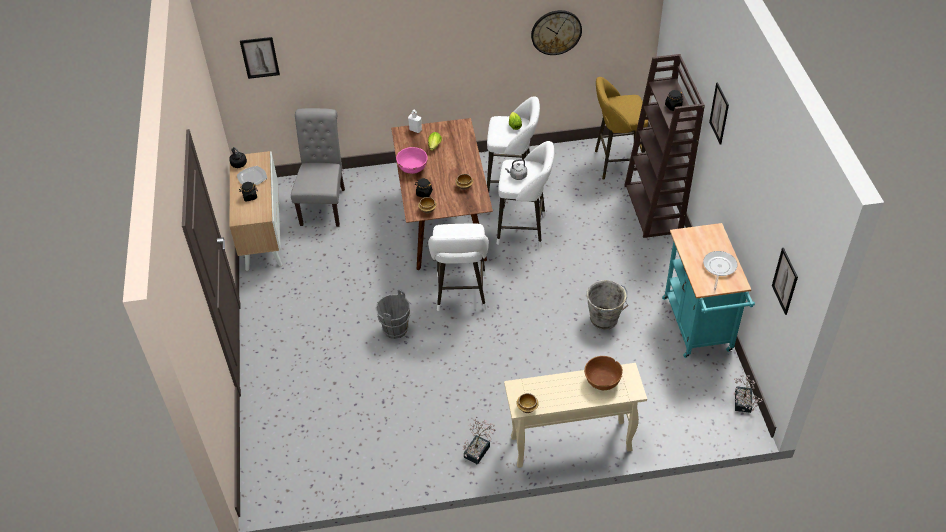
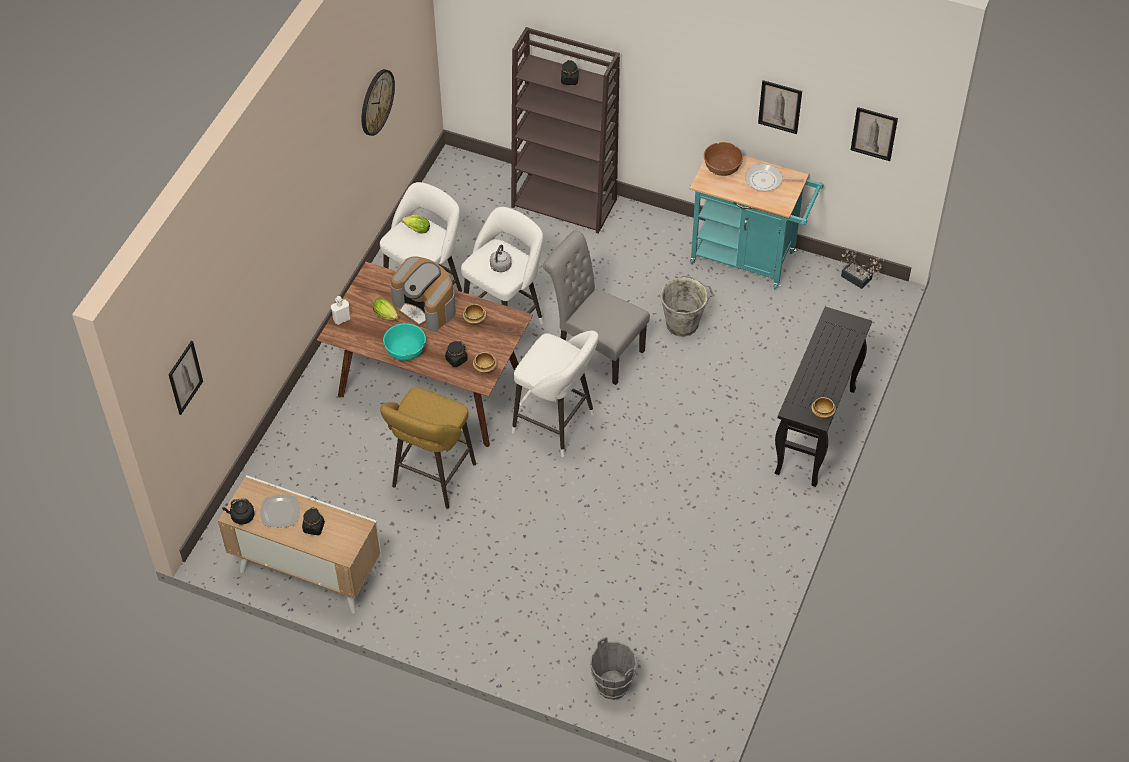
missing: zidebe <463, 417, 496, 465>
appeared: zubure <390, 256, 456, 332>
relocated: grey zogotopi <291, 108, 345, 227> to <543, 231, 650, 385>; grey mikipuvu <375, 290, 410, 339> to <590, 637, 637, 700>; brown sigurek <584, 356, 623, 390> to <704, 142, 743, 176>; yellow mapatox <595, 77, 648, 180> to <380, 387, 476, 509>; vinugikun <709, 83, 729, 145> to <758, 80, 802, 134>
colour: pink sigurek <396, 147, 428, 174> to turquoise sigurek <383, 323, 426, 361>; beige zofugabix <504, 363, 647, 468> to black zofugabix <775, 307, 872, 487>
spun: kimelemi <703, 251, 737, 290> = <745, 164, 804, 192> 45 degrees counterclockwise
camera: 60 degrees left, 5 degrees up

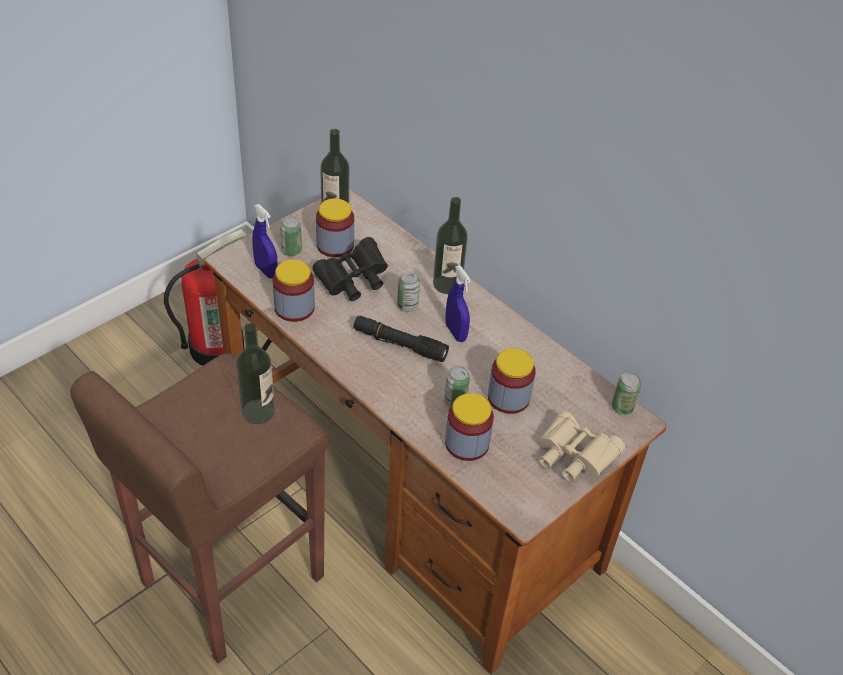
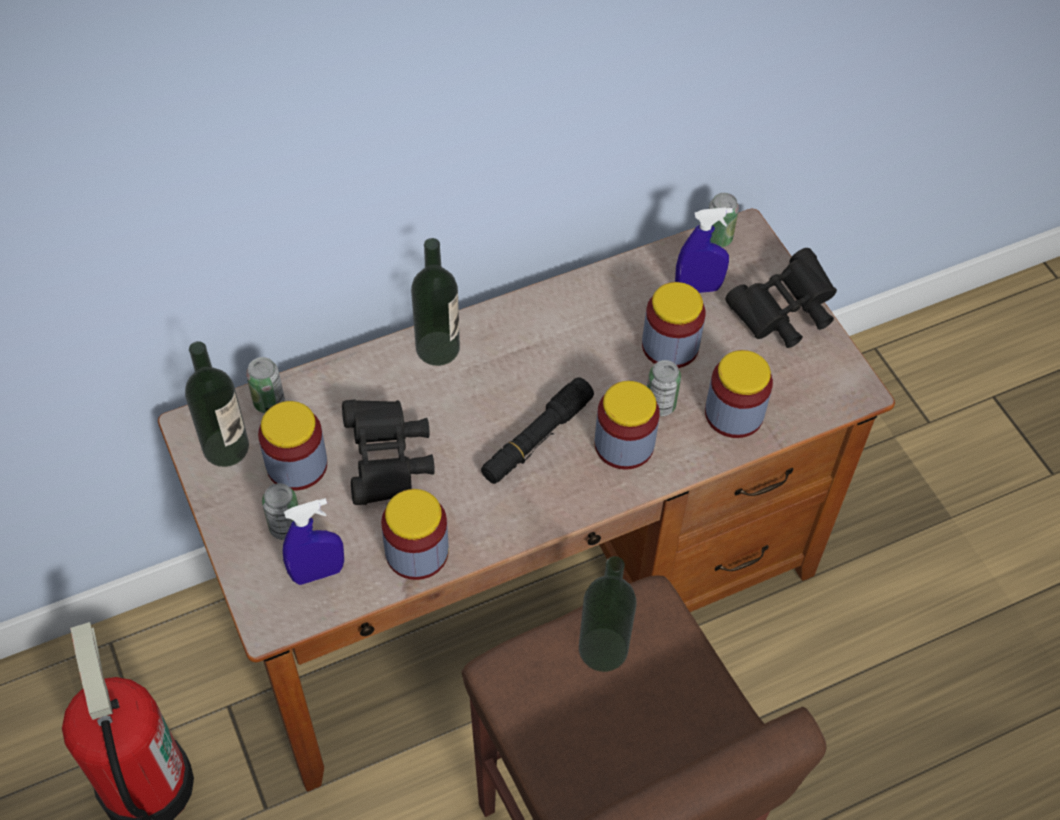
appeared: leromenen <594, 381, 660, 470>
relocated: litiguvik <397, 271, 420, 312> to <246, 357, 285, 413>; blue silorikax <445, 265, 471, 342> to <675, 207, 733, 293>
colour: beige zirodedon <538, 411, 625, 482> to black zirodedon <726, 248, 837, 348>
camera: 70 degrees left, 10 degrees up

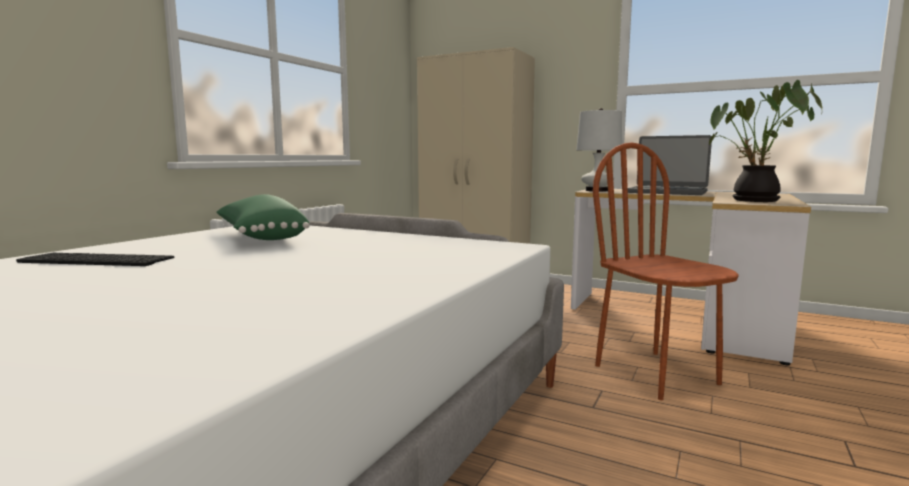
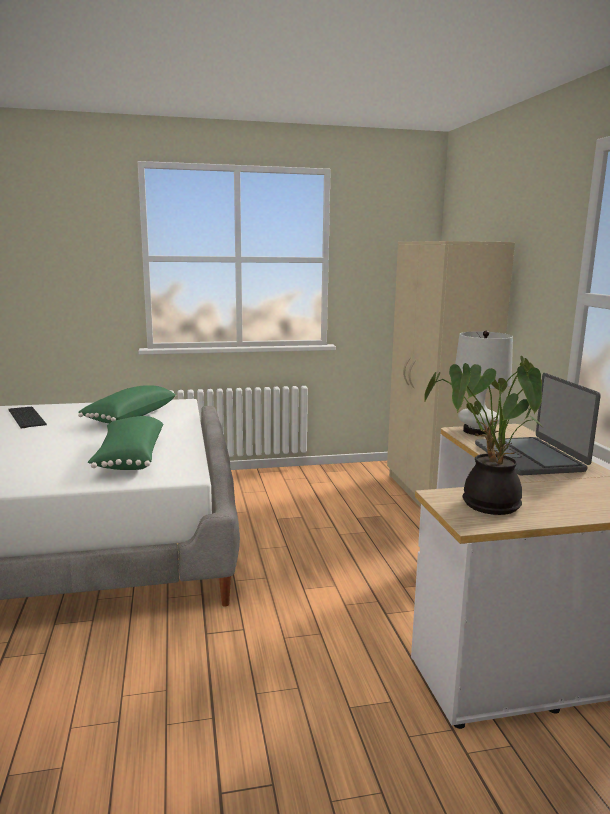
missing: brown zogotopi <593, 142, 739, 400>
appeared: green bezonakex <88, 416, 163, 470>
camera: 50 degrees right, 5 degrees up

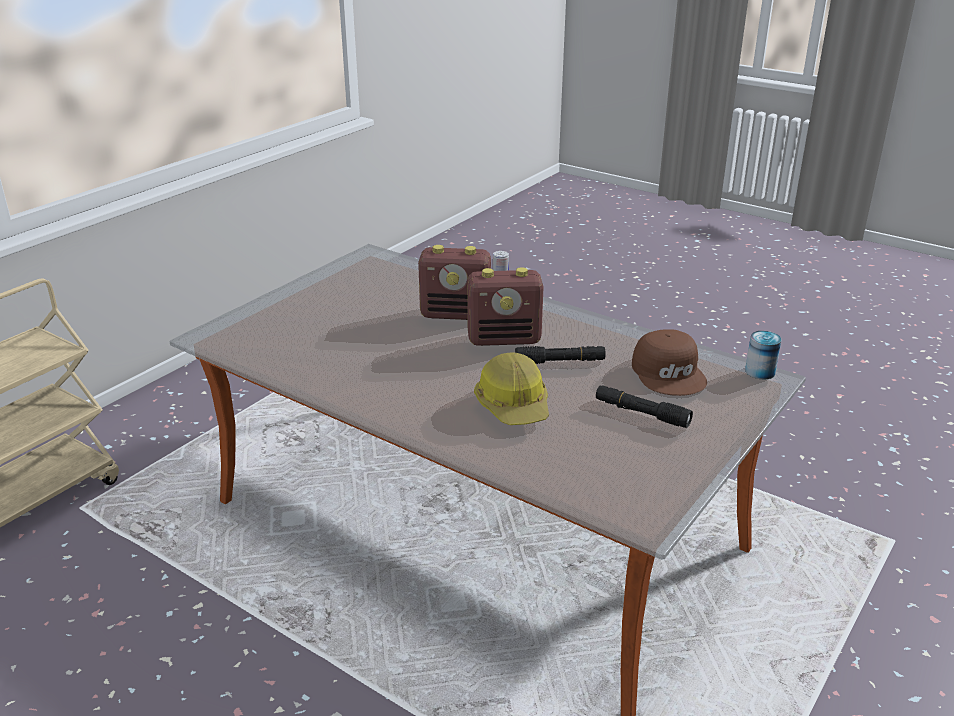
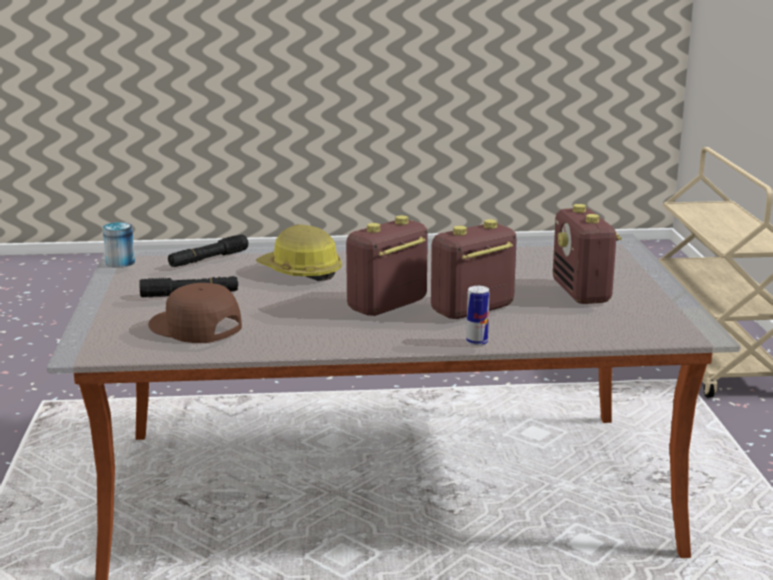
appeared: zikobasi <553, 204, 622, 304>
relocated: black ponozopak <515, 346, 606, 364> to <168, 234, 248, 267>; litiguvik <745, 331, 782, 379> to <103, 222, 135, 267>
camera: 140 degrees right, 10 degrees down

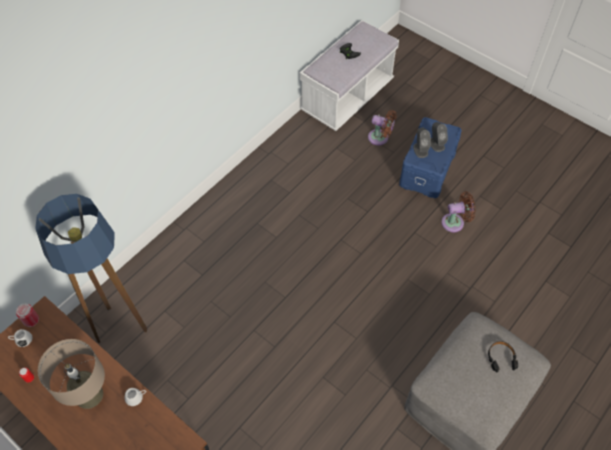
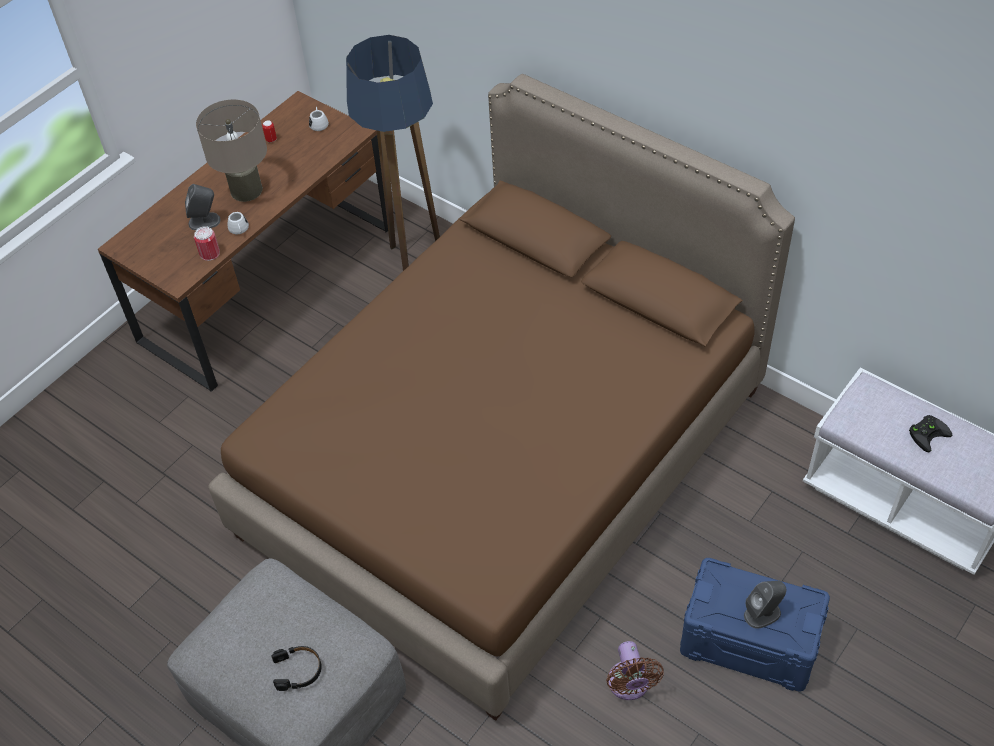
missing: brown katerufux <368, 110, 397, 145>
appeared: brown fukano <208, 74, 795, 721>
relocated: litiguvik <16, 304, 39, 327> to <194, 226, 220, 261>; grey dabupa <413, 128, 431, 158> to <185, 184, 220, 230>
camera: 90 degrees right, 5 degrees down

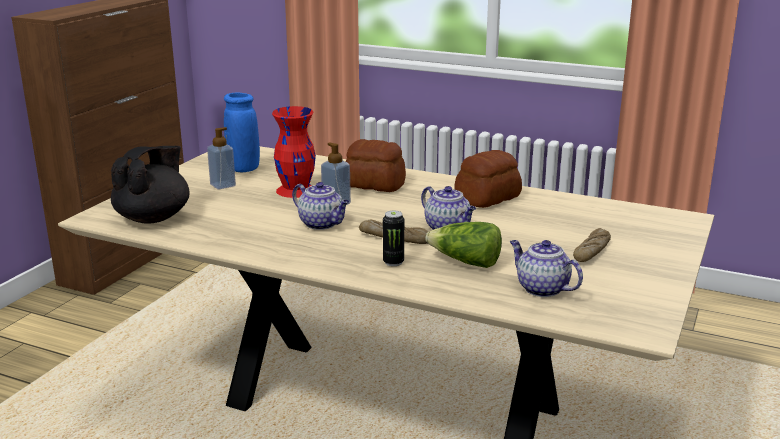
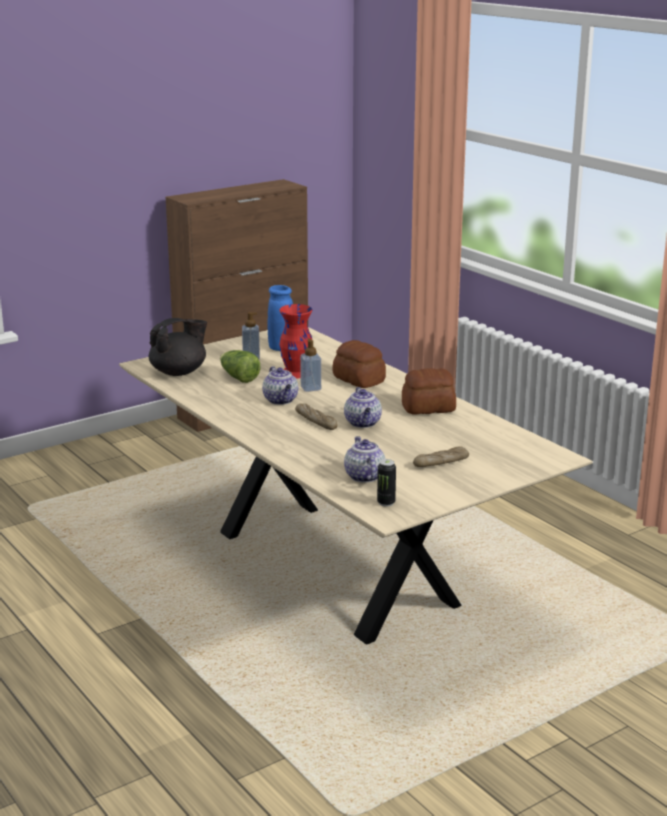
relocated: litiguvik <383, 211, 404, 266> to <377, 459, 396, 507>; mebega <426, 222, 502, 268> to <220, 350, 260, 383>
camera: 30 degrees right, 0 degrees up

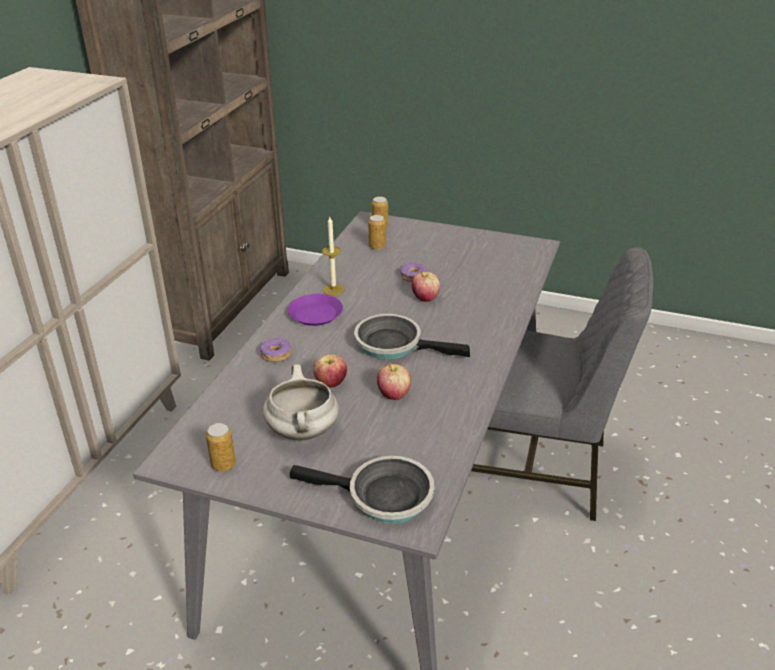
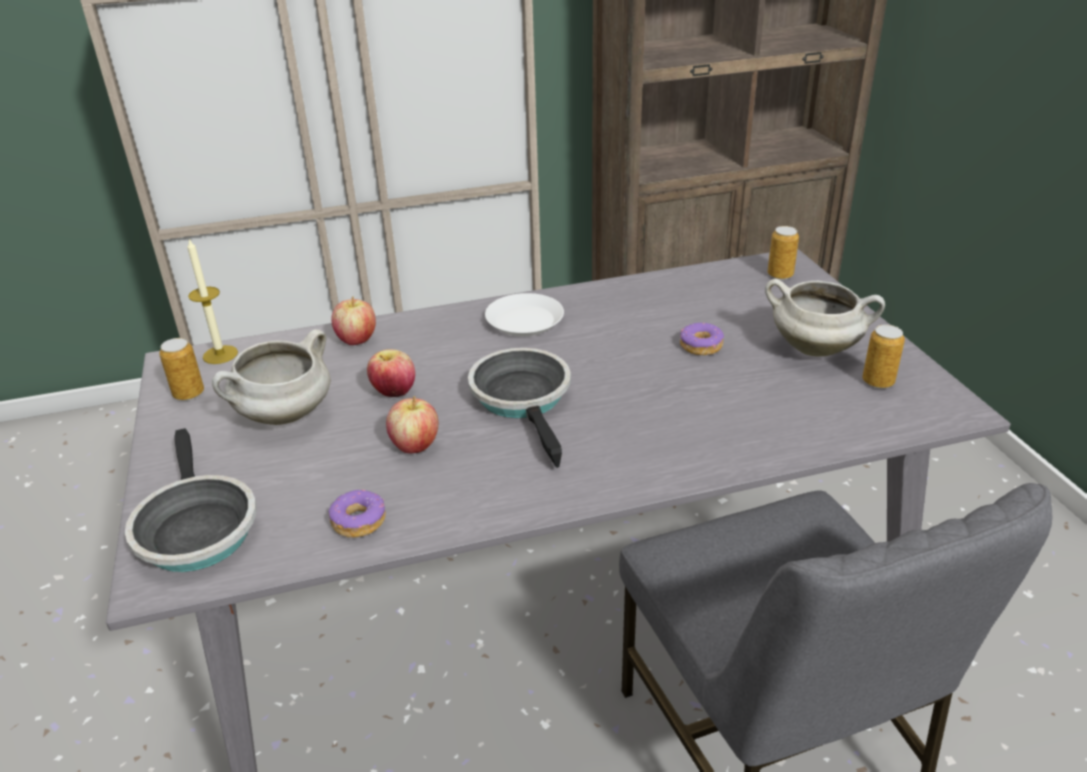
appeared: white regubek <765, 279, 885, 356>
relocated: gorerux <259, 337, 291, 362> to <328, 490, 386, 538>; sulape <322, 217, 344, 296> to <187, 239, 238, 364>; litiguvik <368, 215, 386, 250> to <862, 325, 905, 389>; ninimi <412, 271, 440, 302> to <331, 296, 376, 345>
colour: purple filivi <288, 294, 343, 326> to white filivi <485, 293, 564, 336>
camera: 55 degrees right, 0 degrees up

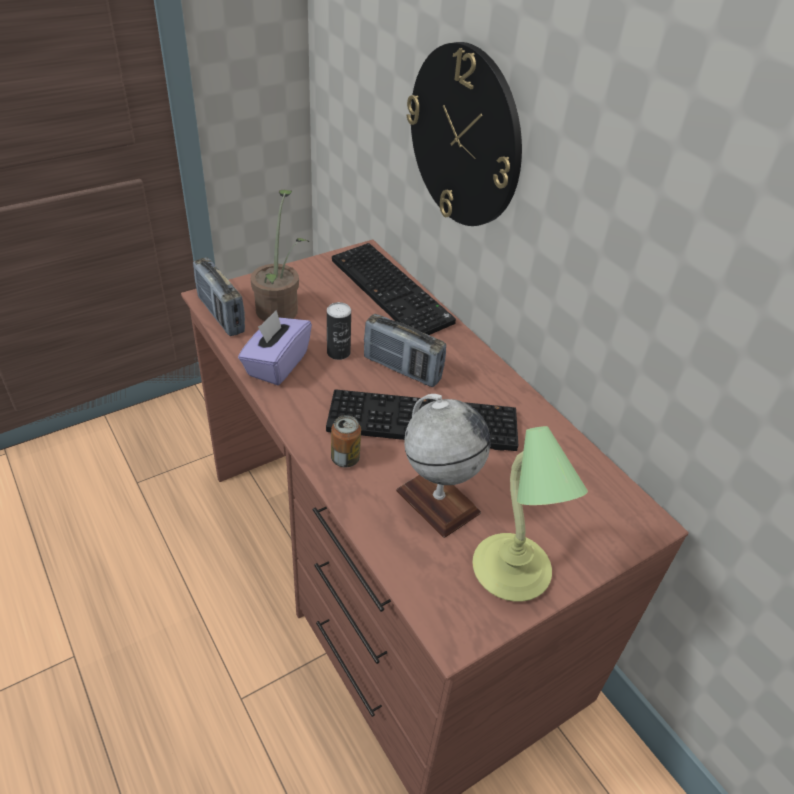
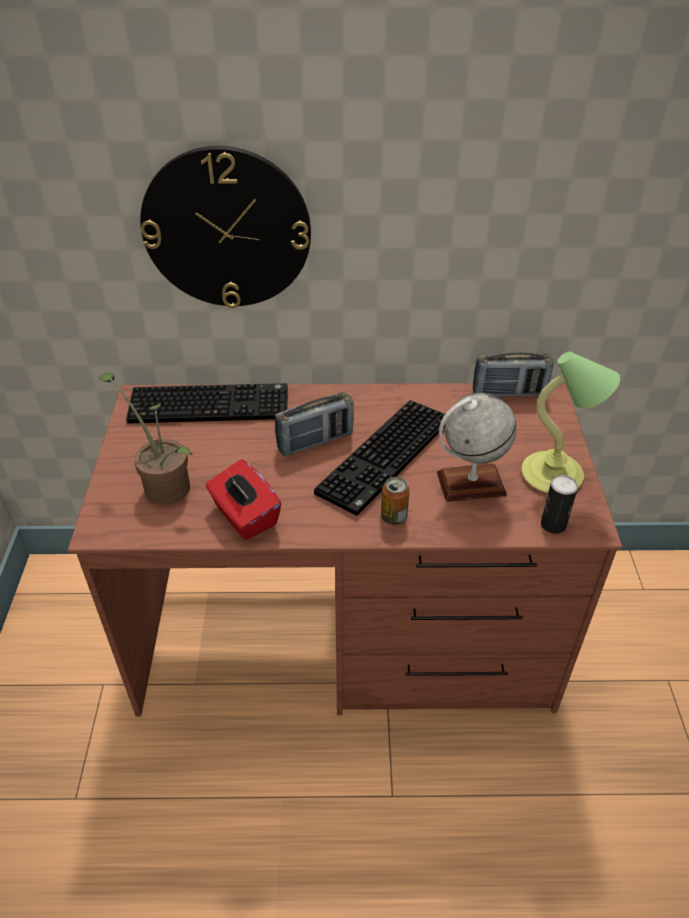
relocated: zikobasi <193, 257, 245, 336> to <473, 352, 554, 397>; litiguvik <327, 302, 351, 360> to <541, 475, 578, 534>
colour: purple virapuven <238, 310, 312, 385> to red virapuven <205, 459, 282, 540>
camera: 55 degrees left, 0 degrees up

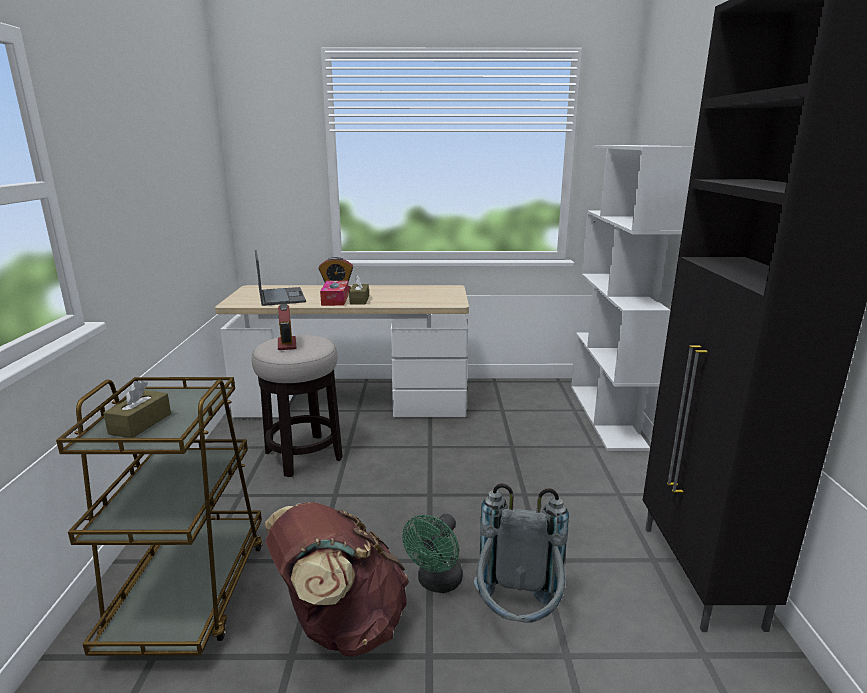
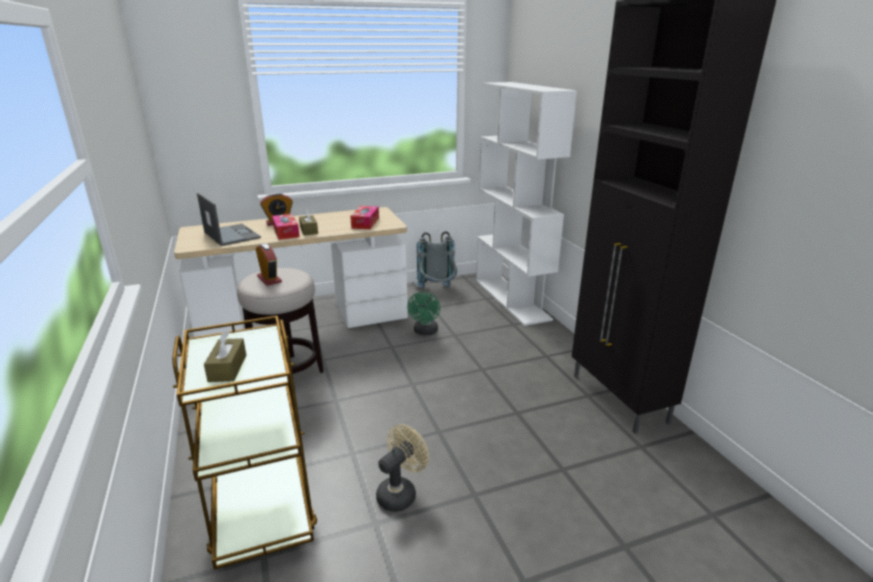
appeared: virapuven <350, 206, 379, 229>
relocated: green katerufux <402, 514, 463, 593> to <407, 292, 440, 335>; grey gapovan <474, 483, 569, 623> to <415, 231, 457, 288>
exchanged: brown gapovan <265, 502, 409, 657> to beige katerufux <376, 424, 429, 512>
camera: 20 degrees left, 5 degrees up

